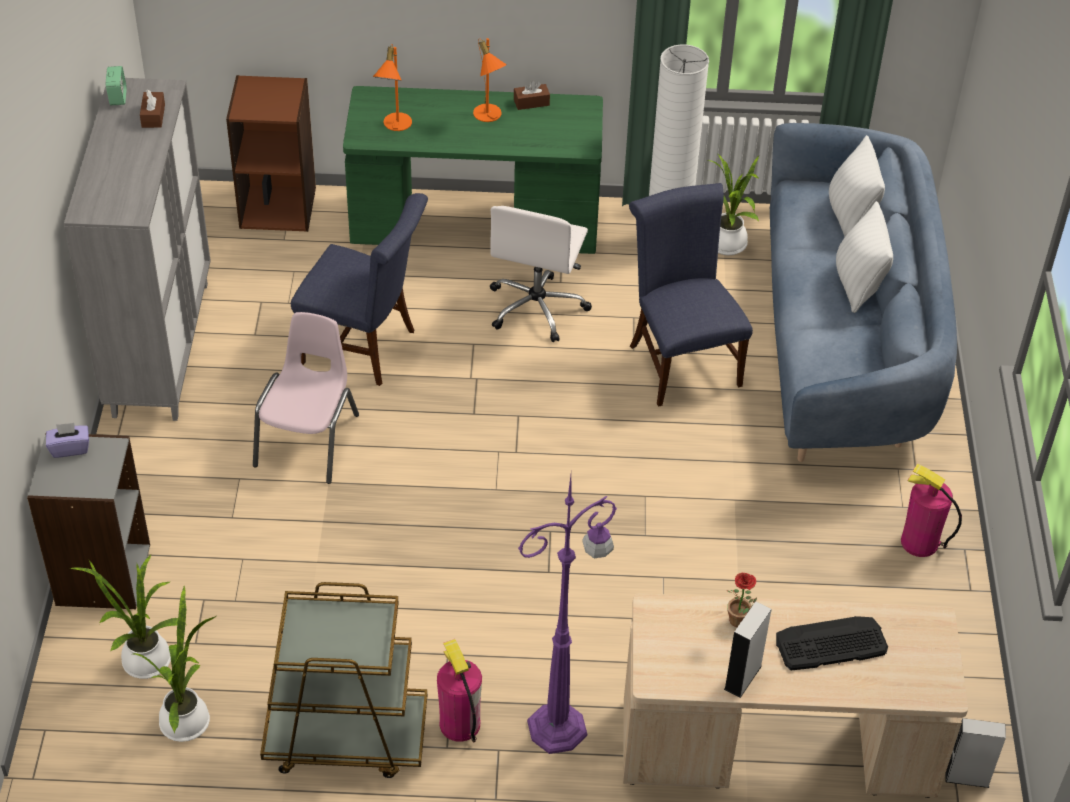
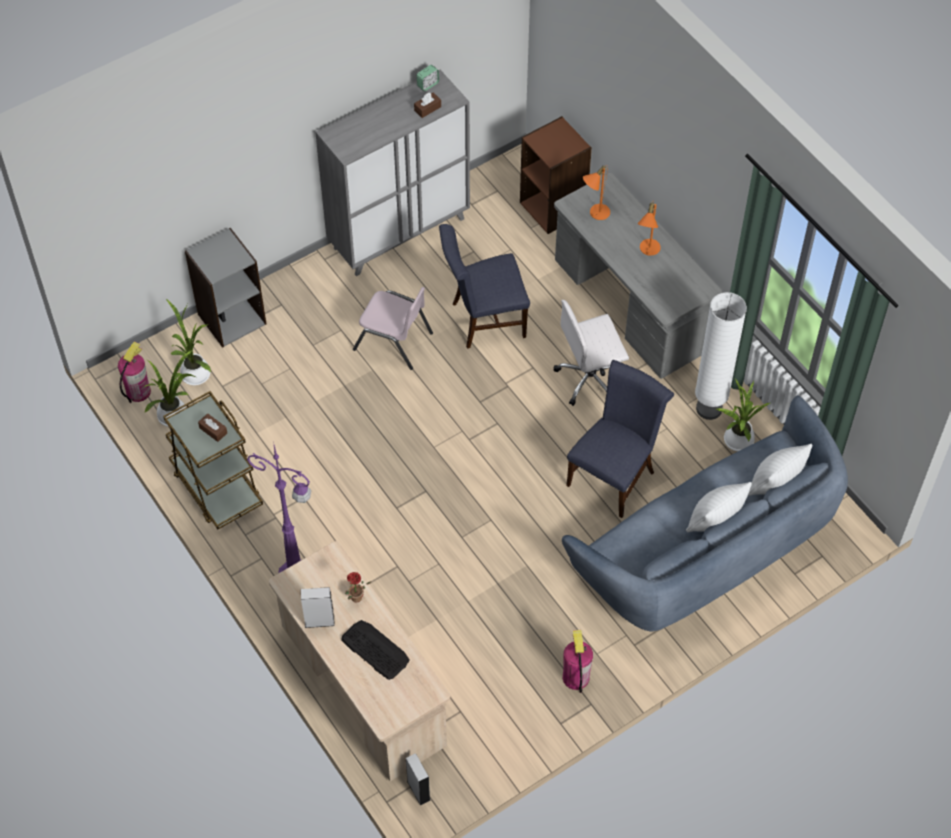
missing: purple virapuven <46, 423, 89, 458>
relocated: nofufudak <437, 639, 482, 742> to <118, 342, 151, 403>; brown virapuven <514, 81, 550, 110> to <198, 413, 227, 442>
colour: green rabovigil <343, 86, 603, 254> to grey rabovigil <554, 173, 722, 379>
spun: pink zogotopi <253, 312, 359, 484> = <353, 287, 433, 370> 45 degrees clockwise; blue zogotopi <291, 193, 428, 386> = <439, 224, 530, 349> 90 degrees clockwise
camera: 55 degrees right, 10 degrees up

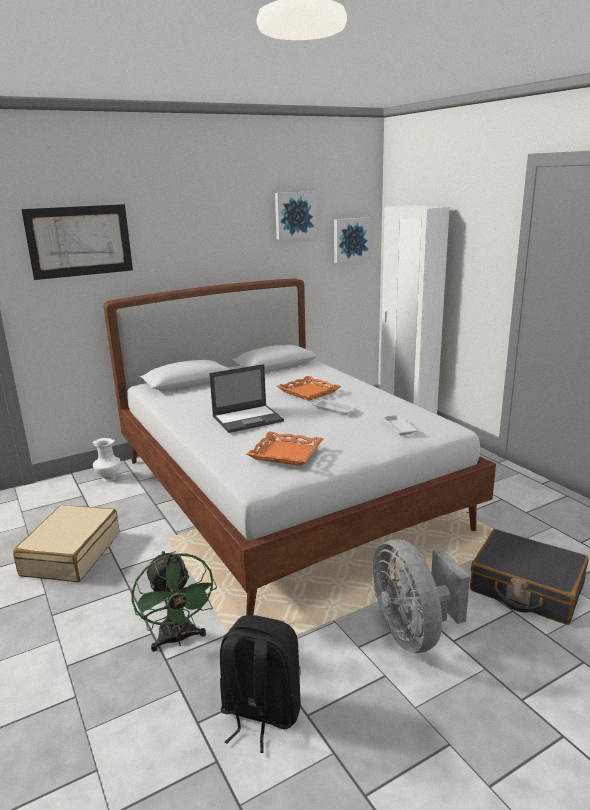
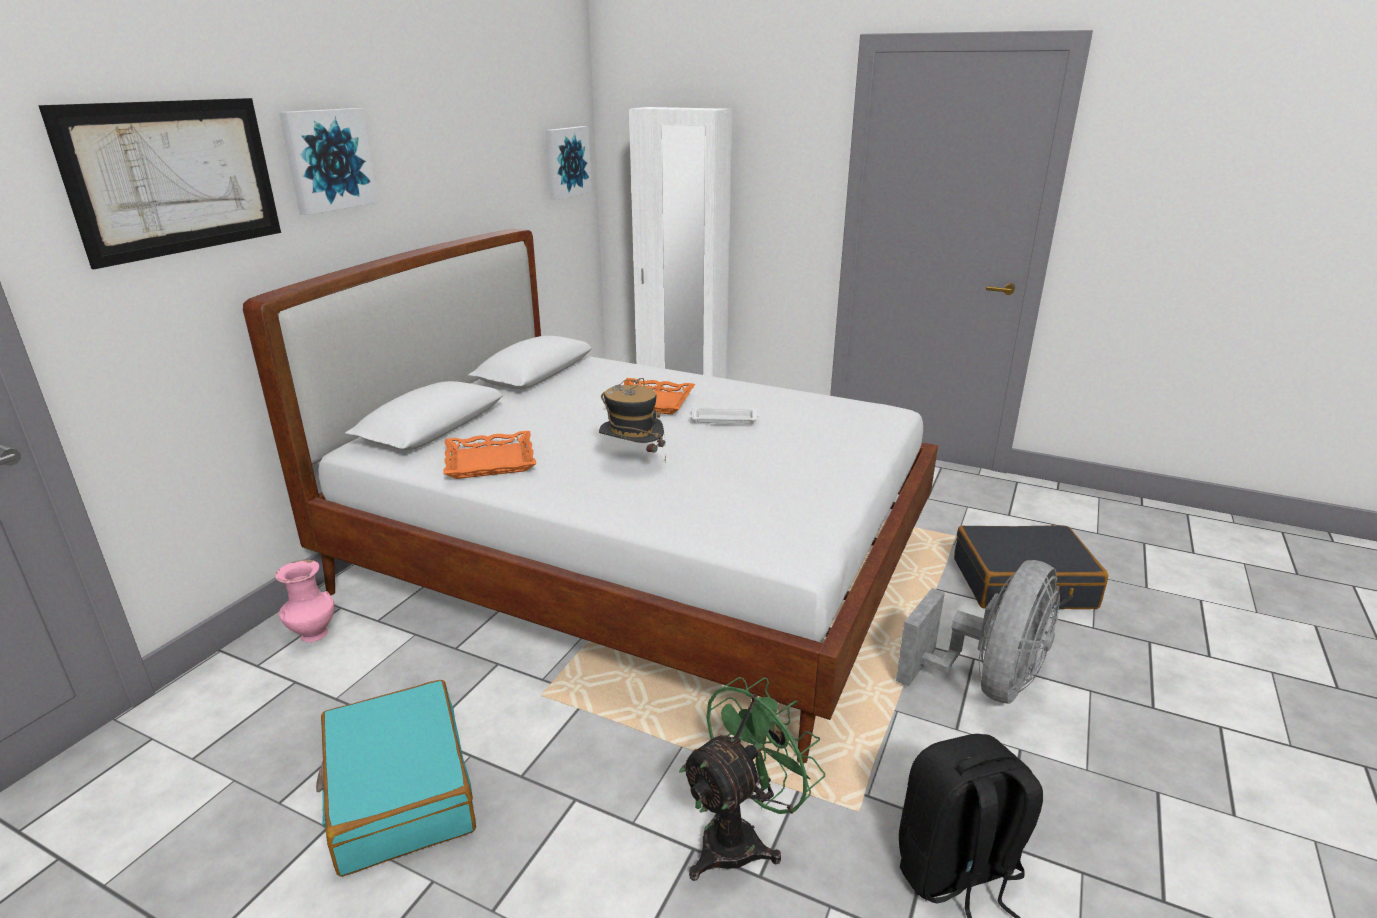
missing: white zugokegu <381, 414, 418, 436>
relocated: orange zugokegu <247, 431, 324, 466> to <443, 431, 536, 479>; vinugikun <275, 191, 317, 240> to <279, 108, 378, 215>
exchanged: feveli <209, 364, 284, 433> to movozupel <599, 378, 666, 462>
colour: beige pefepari <13, 505, 119, 582> to turquoise pefepari <316, 680, 476, 877>; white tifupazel <93, 438, 121, 482> to pink tifupazel <275, 560, 335, 642>
spun: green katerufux <131, 551, 217, 652> = <679, 677, 825, 881> 75 degrees counterclockwise; grey katerufux <373, 539, 470, 653> = <896, 560, 1060, 704> 90 degrees counterclockwise
camera: 35 degrees left, 5 degrees up

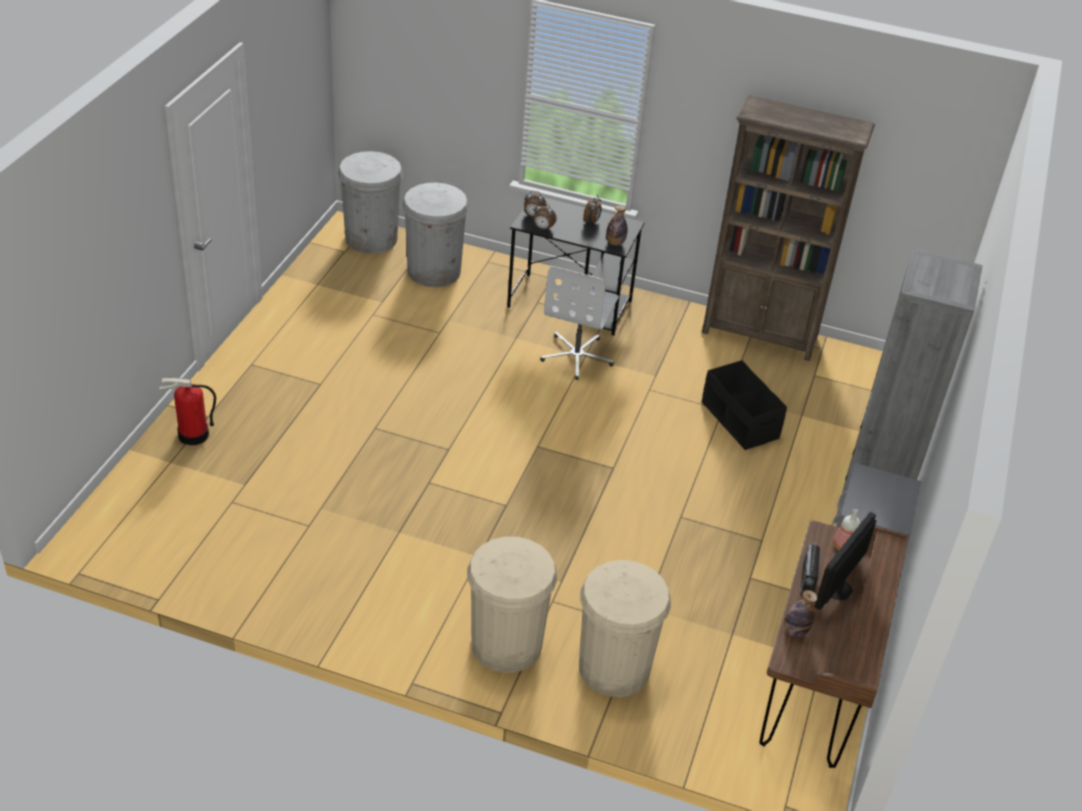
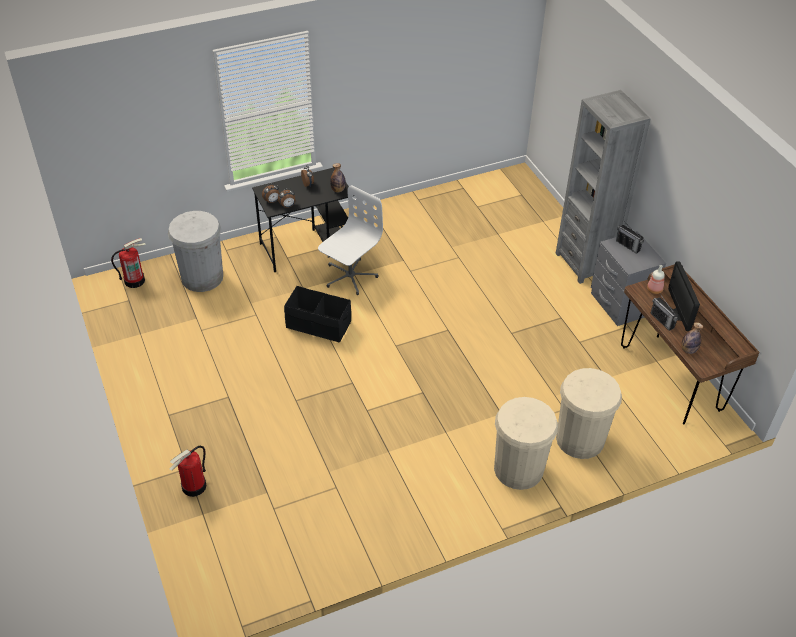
missing: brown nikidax <702, 95, 875, 361>
appeared: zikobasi <616, 221, 644, 254>
relocated: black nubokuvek <702, 360, 787, 450> to <284, 286, 351, 343>
exchanged: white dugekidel <338, 151, 403, 254> to nofufudak <111, 238, 146, 288>
spun: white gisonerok <540, 266, 619, 380> = <318, 185, 383, 295> 120 degrees counterclockwise
camera: 40 degrees left, 5 degrees up

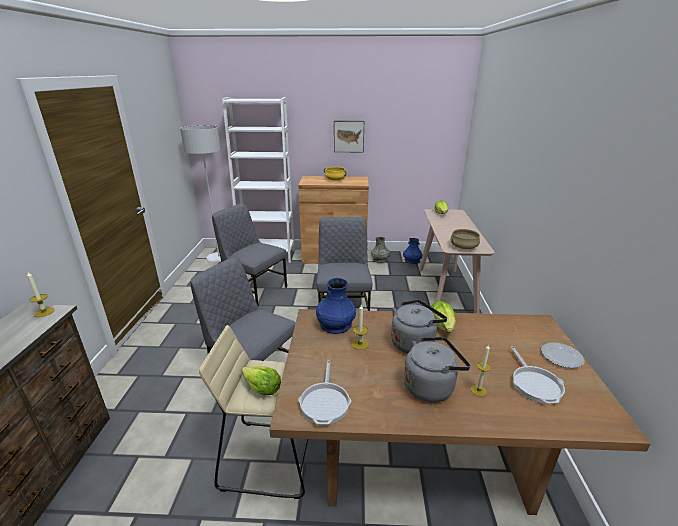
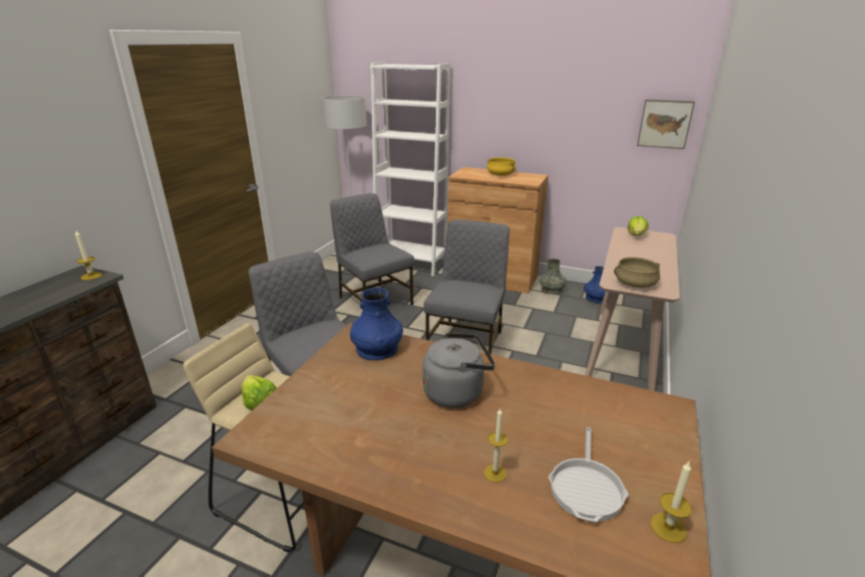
missing: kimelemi <298, 360, 351, 425>; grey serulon <404, 337, 470, 402>; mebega <431, 301, 456, 332>; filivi <541, 343, 585, 368>
relocated: vinugikun <334, 121, 364, 152> to <637, 100, 695, 149>; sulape <351, 305, 369, 350> to <651, 462, 692, 543>
camera: 20 degrees right, 0 degrees up

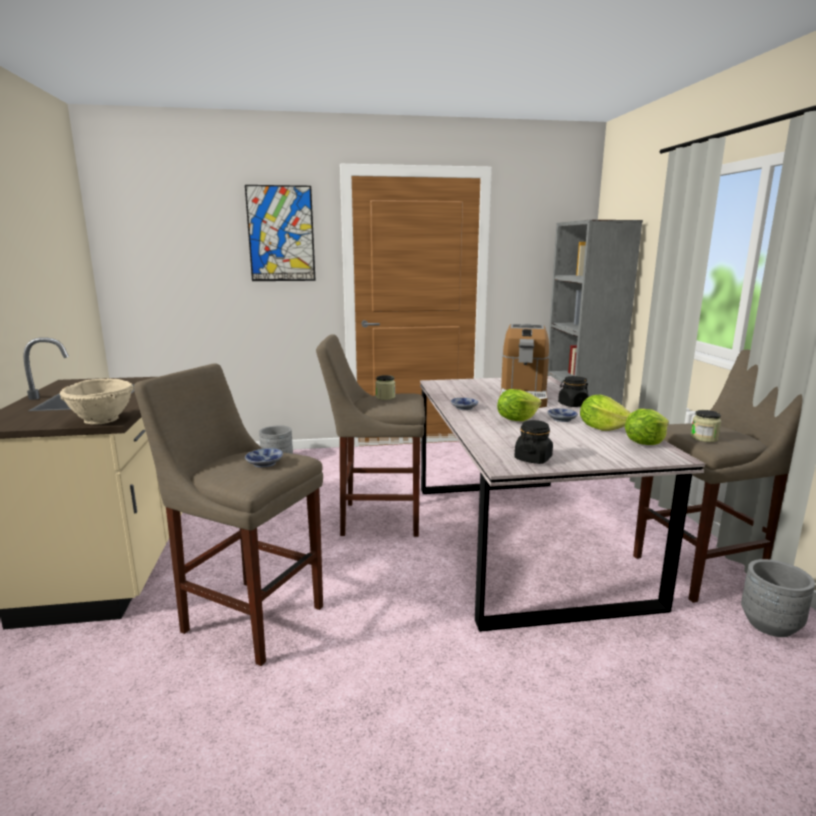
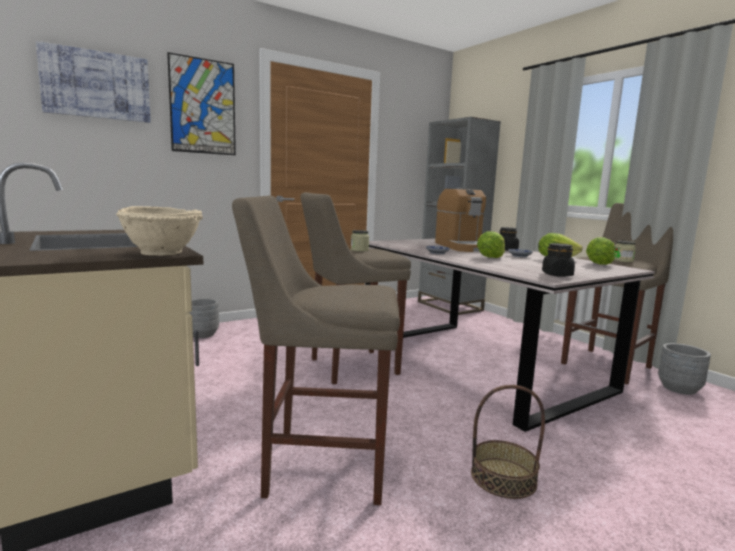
missing: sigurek <245, 448, 283, 467>
appeared: vinugikun <36, 41, 151, 123>; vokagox <471, 385, 545, 499>
camera: 25 degrees left, 5 degrees down

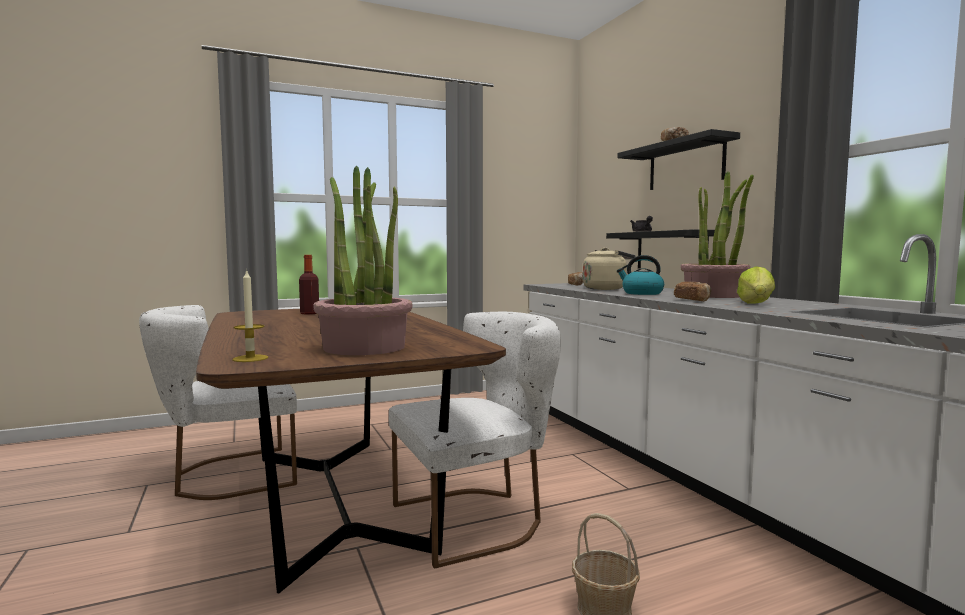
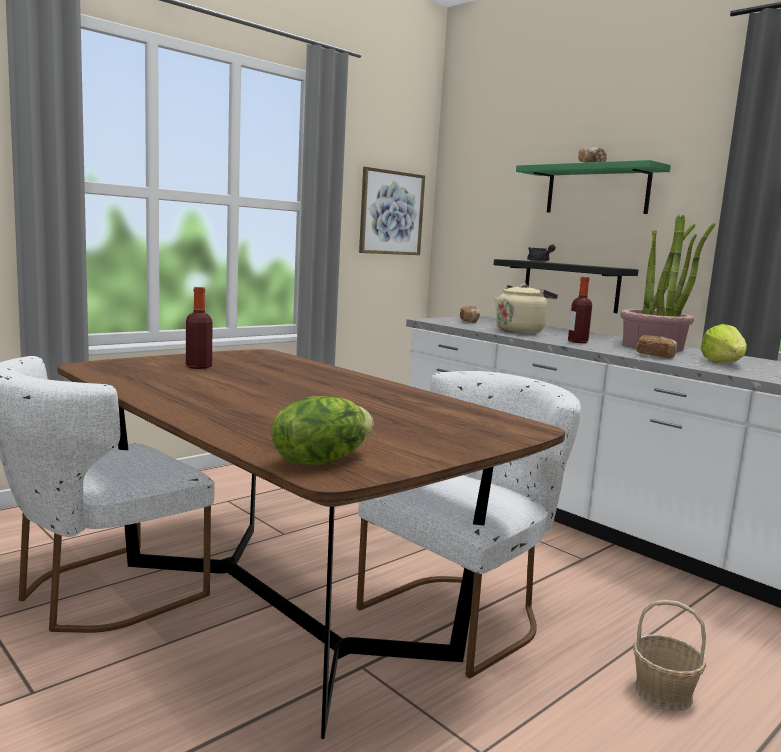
missing: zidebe <314, 165, 413, 355>
appeared: vinugikun <359, 167, 425, 255>
exchanged: sulape <232, 269, 268, 362> to mebega <271, 396, 374, 465>; serulon <617, 255, 664, 295> to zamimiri <568, 277, 592, 343>
colour: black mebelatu <618, 129, 740, 190> to green mebelatu <516, 160, 671, 214>
camera: 20 degrees left, 5 degrees up

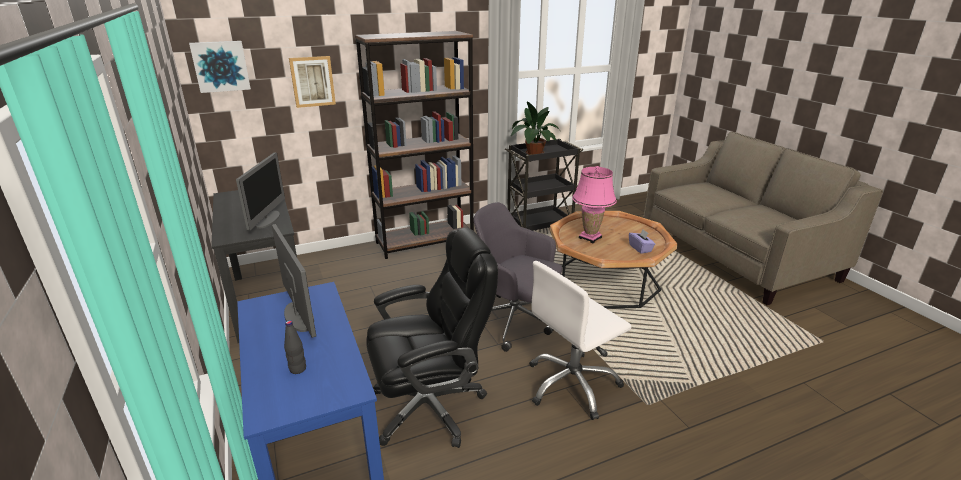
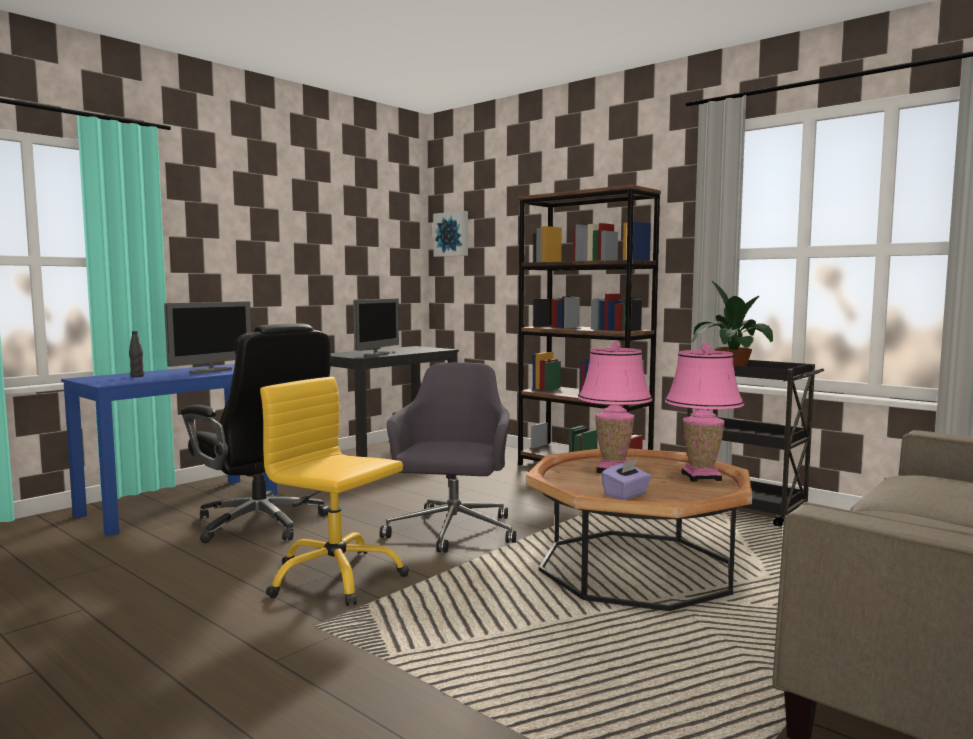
missing: vinugikun <289, 56, 336, 108>
appeared: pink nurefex <665, 343, 744, 482>
colour: white gisonerok <529, 261, 632, 420> to yellow gisonerok <260, 377, 409, 606>
spun: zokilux <236, 153, 285, 230> = <353, 298, 399, 356> 45 degrees counterclockwise
camera: 65 degrees right, 20 degrees down

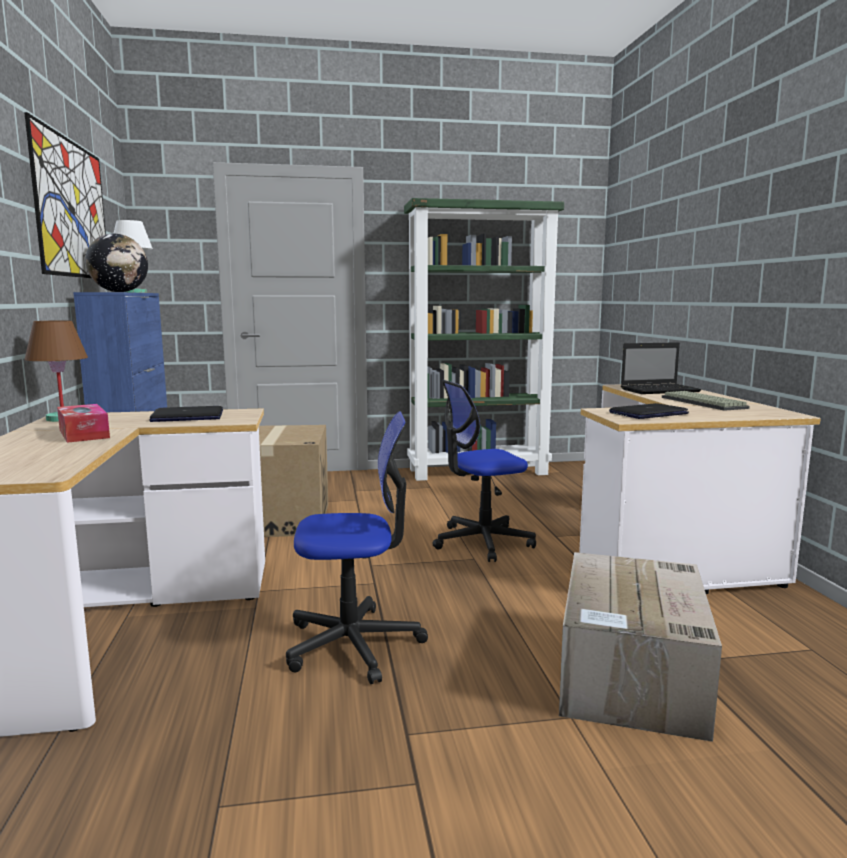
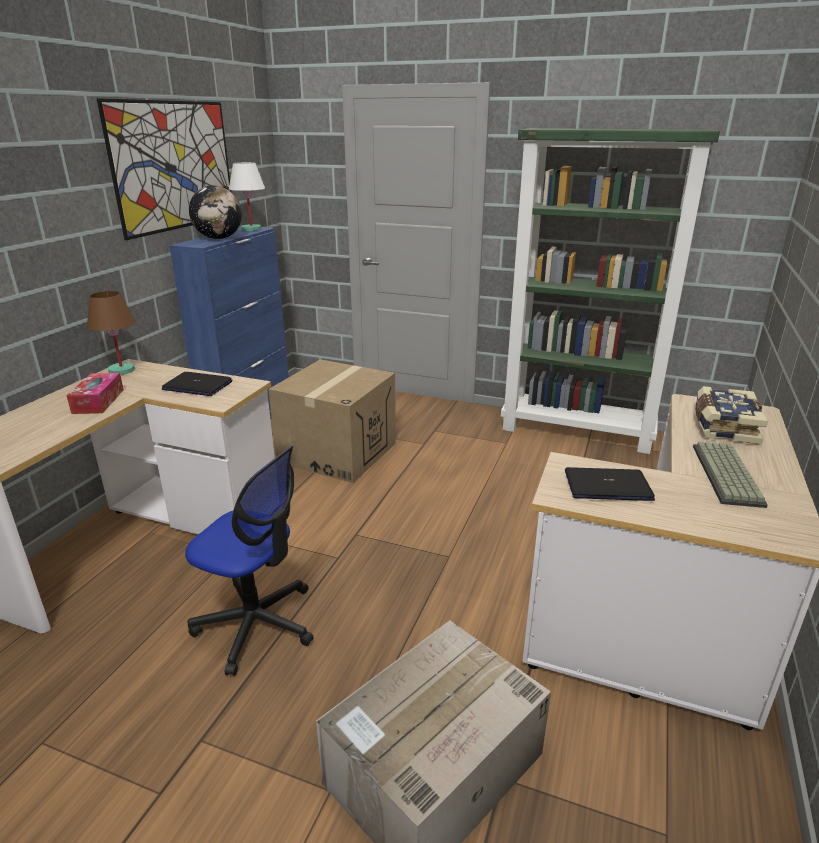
missing: gisonerok <432, 380, 536, 562>
exchanged: feveli <621, 342, 702, 394> to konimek <695, 386, 768, 445>
camera: 30 degrees right, 15 degrees up

